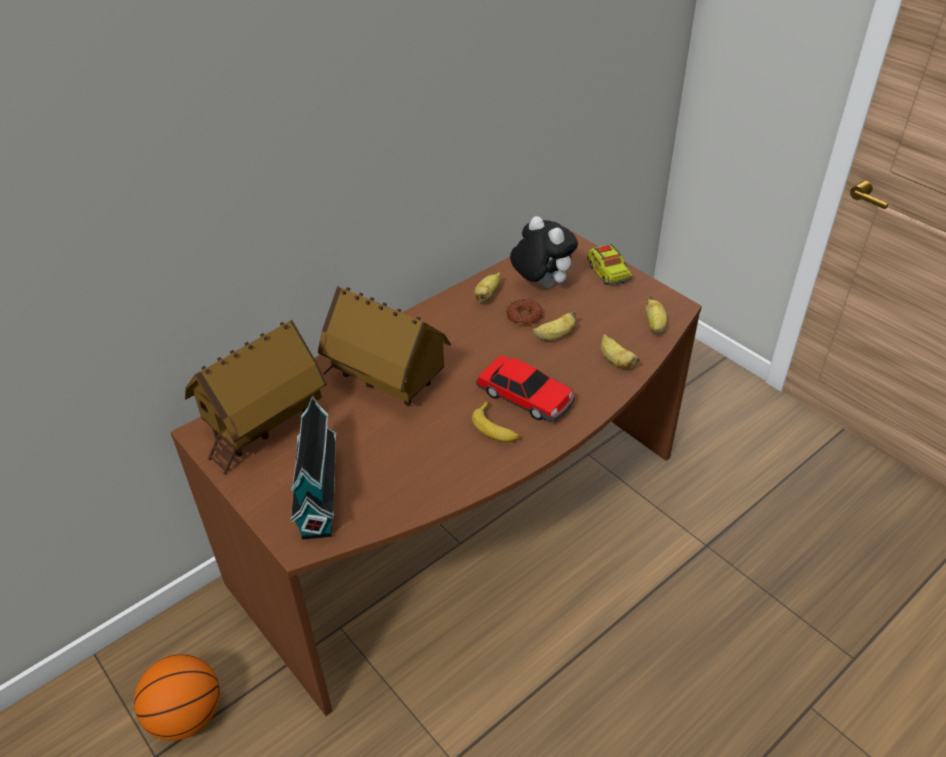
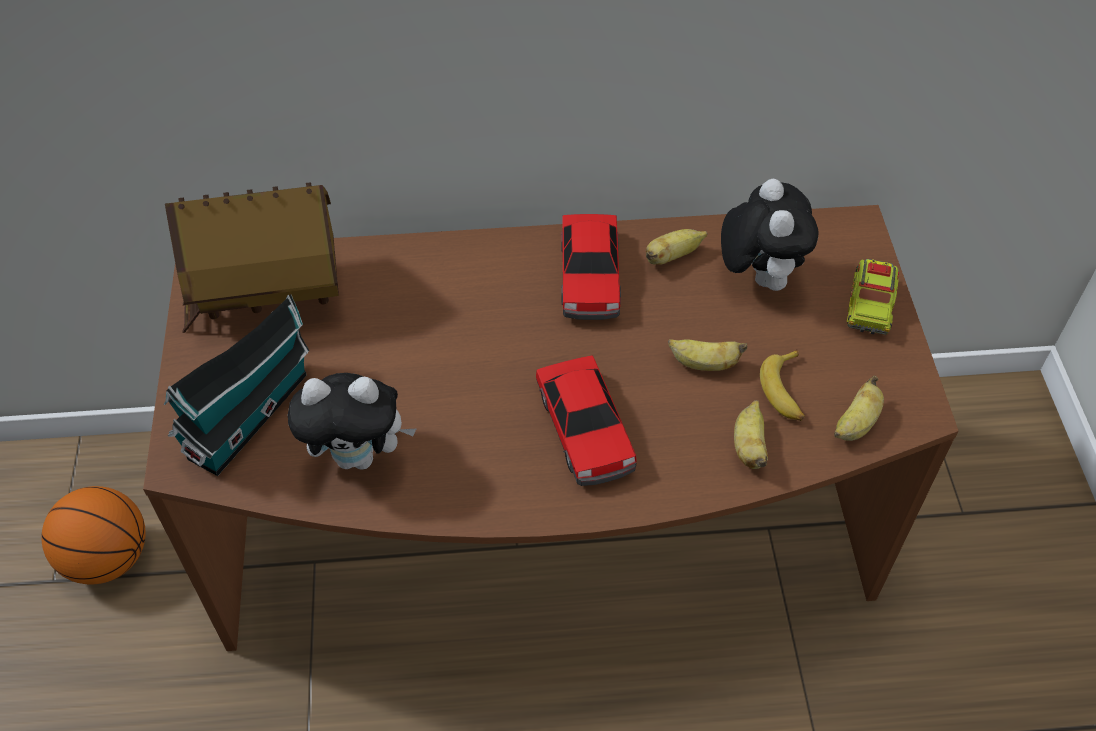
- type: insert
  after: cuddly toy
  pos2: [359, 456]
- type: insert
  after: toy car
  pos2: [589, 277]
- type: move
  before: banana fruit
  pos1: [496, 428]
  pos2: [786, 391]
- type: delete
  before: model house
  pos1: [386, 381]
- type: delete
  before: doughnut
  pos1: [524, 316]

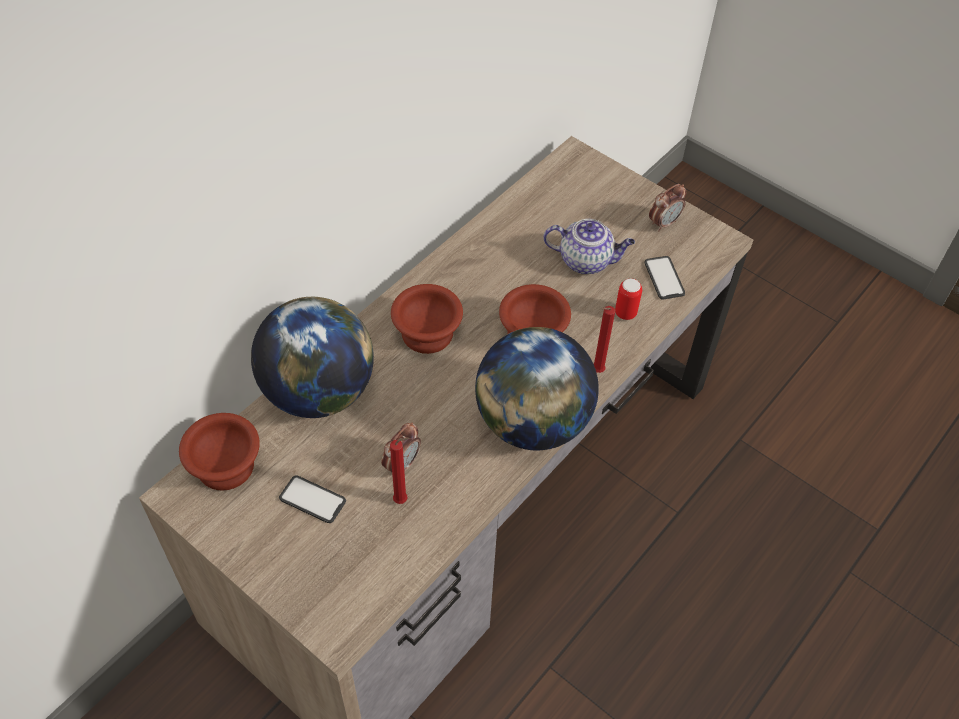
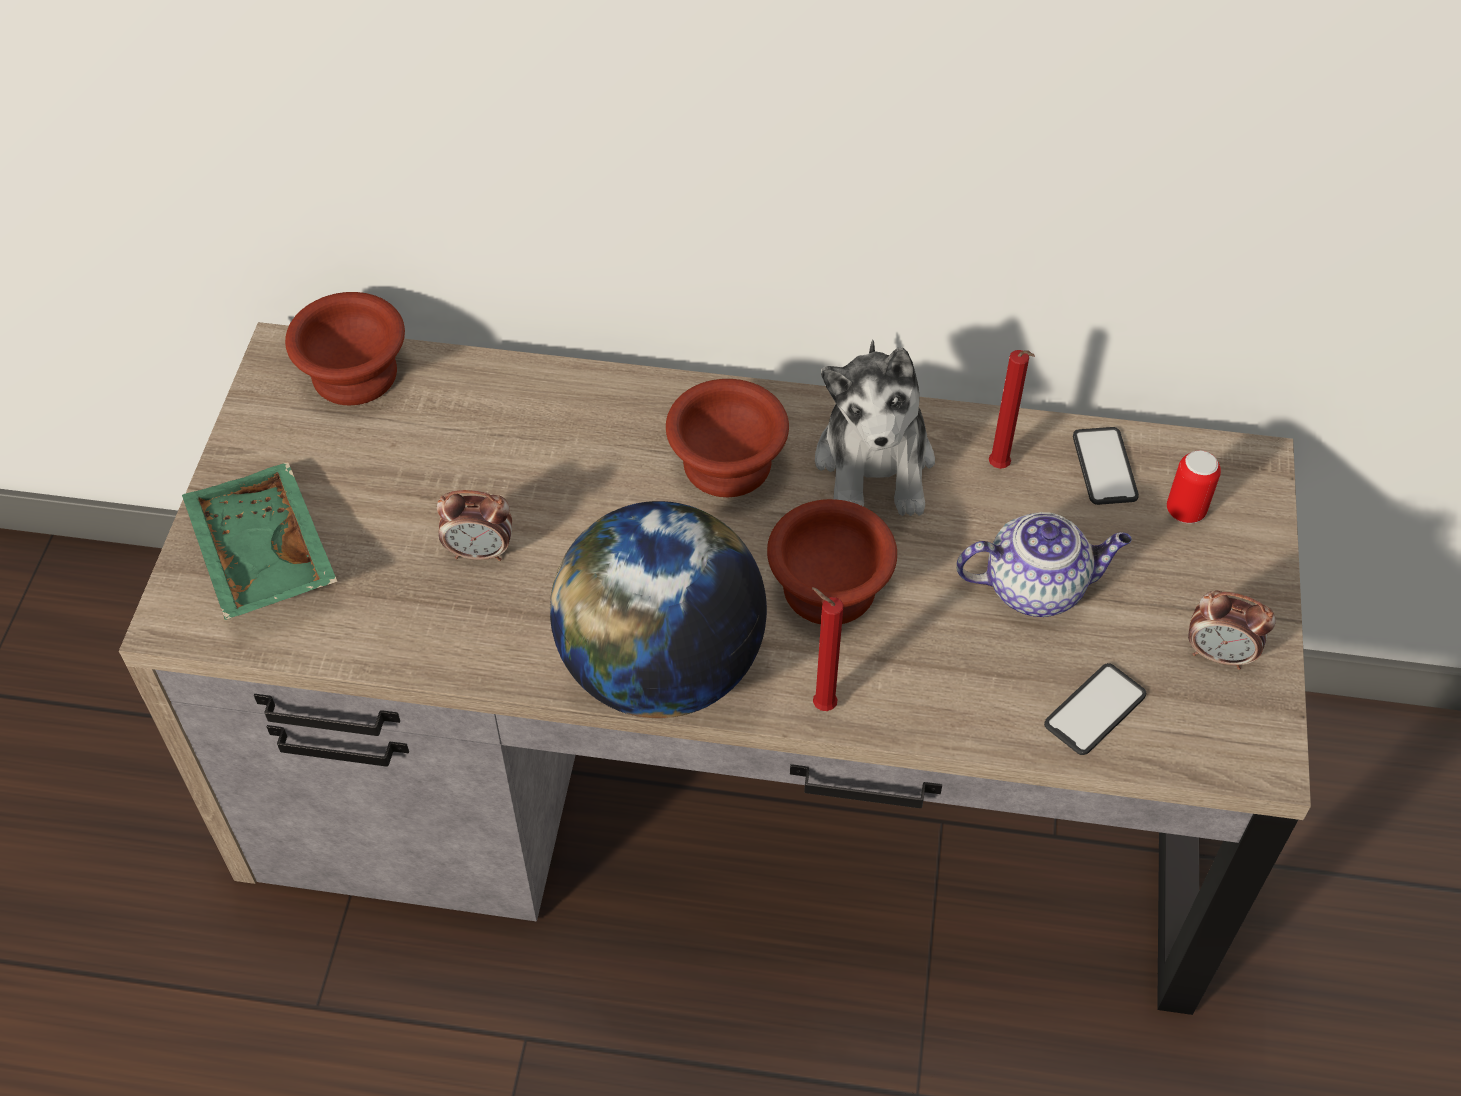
- type: insert
  after: green-coloured tray
  pos2: [259, 556]
- type: insert
  after: cuddly toy
  pos2: [875, 464]
- type: rotate
  before: tea pot
  pos1: [586, 260]
  pos2: [1037, 586]
  turn: -75
- type: move
  before: red wax candle
  pos1: [402, 500]
  pos2: [1000, 468]
- type: move
  before: phone
  pos1: [312, 500]
  pos2: [1104, 467]
- type: move
  before: metal can
  pos1: [625, 313]
  pos2: [1185, 511]
- type: delete
  before: globe
  pos1: [318, 392]

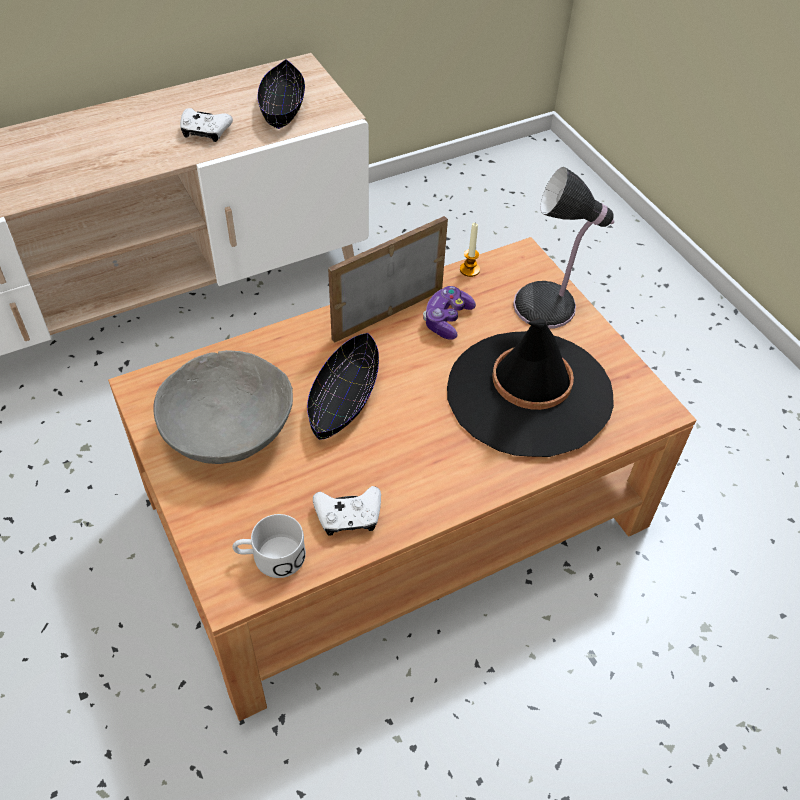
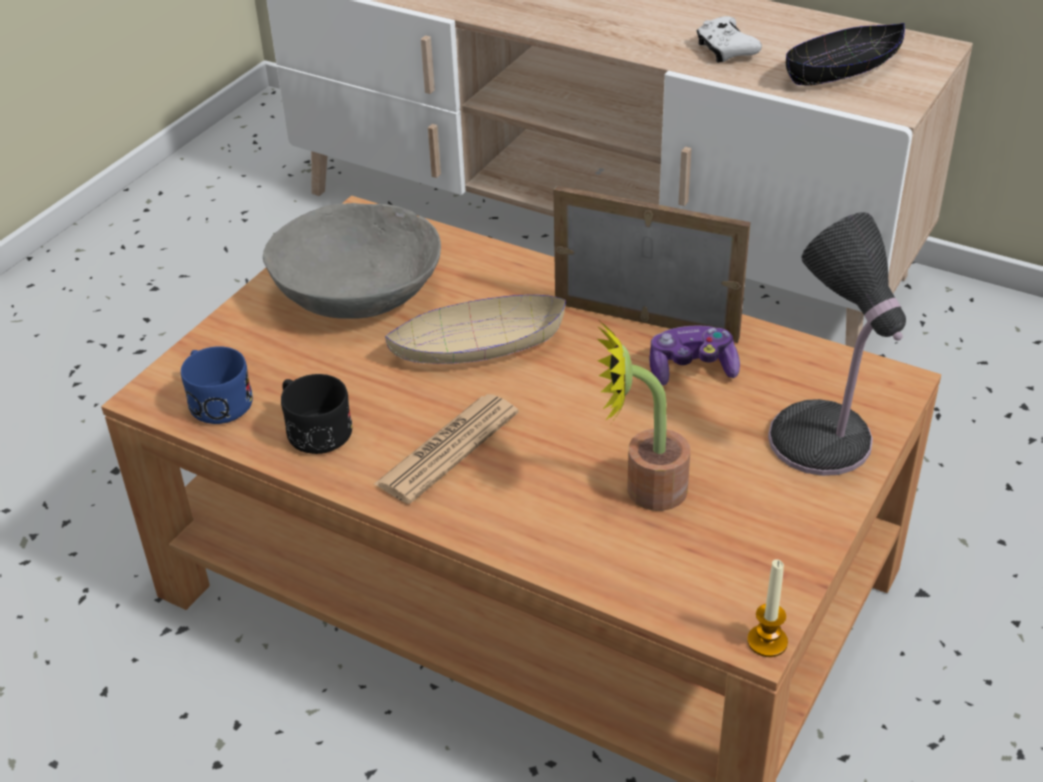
- type: recolor
  before: white-coloured tea mug
  after: bluish tea mug
  pos1: [270, 557]
  pos2: [216, 399]
- type: replace
  before: white-coloured joypad
  after: black tea mug
  pos1: [348, 517]
  pos2: [313, 428]
- type: insert
  after: daily paper
  pos2: [447, 449]
- type: recolor
  before: black bowl
  after: sand-coloured bowl
  pos1: [344, 398]
  pos2: [478, 348]
- type: replace
  before: black hat
  after: houseplant
  pos1: [528, 393]
  pos2: [643, 490]
- type: move
  before: wax candle
  pos1: [469, 270]
  pos2: [767, 641]

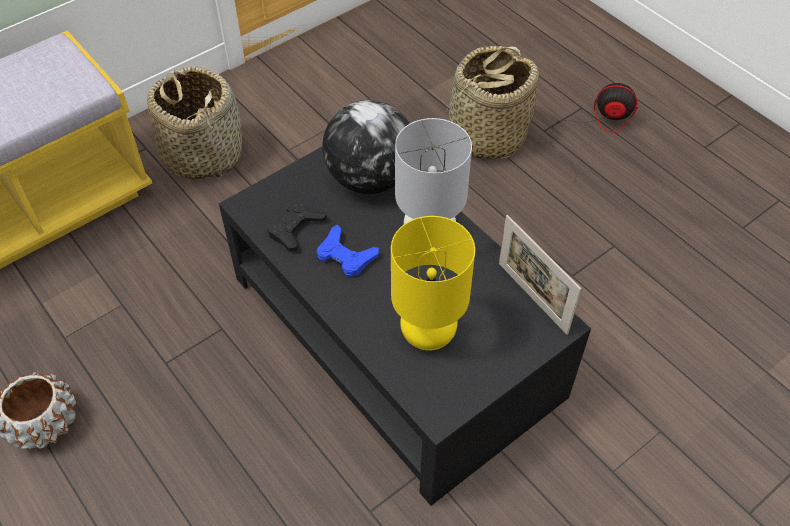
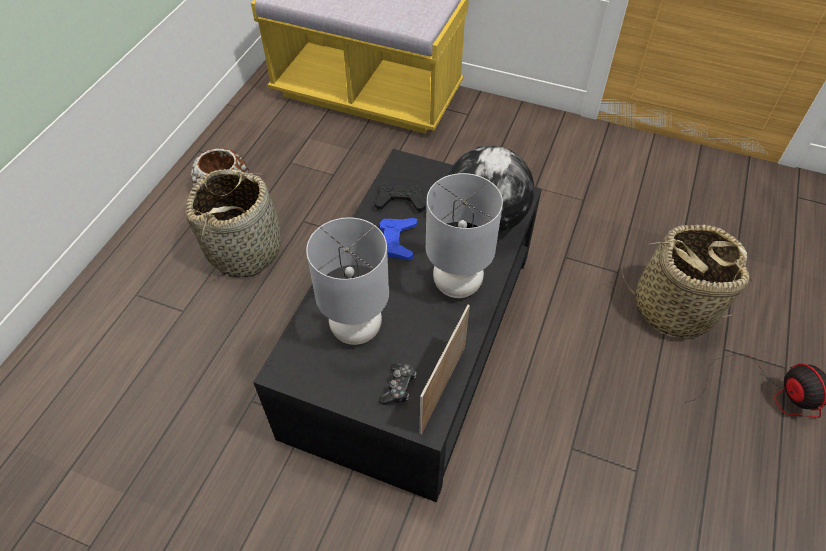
- type: move
  before: basket
  pos1: [203, 154]
  pos2: [245, 249]
- type: recolor
  before: yellow table lamp
  after: gray table lamp
  pos1: [428, 332]
  pos2: [357, 328]
- type: insert
  after: joypad
  pos2: [398, 387]

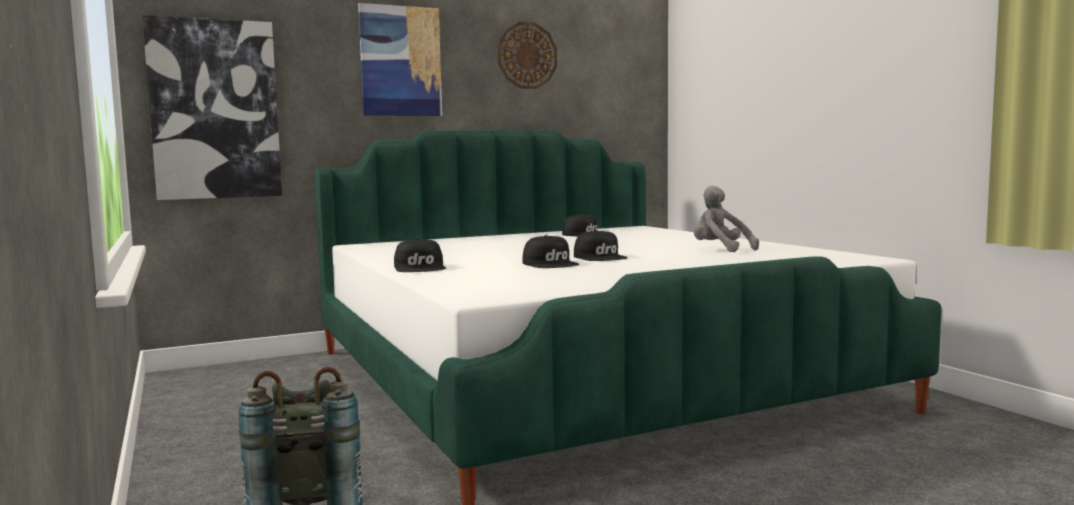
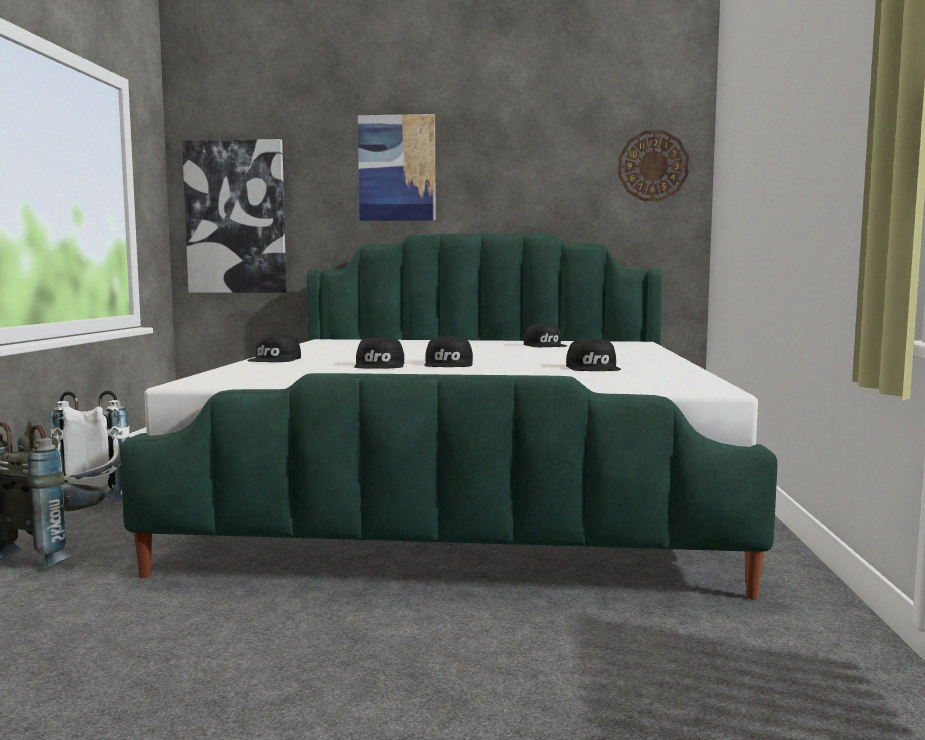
- type: insert
  after: white-coloured rucksack
  pos2: [85, 509]
- type: replace
  before: gray cuddly toy
  after: black cap
  pos1: [720, 250]
  pos2: [594, 368]
- type: move
  before: hanging clock
  pos1: [527, 55]
  pos2: [653, 166]

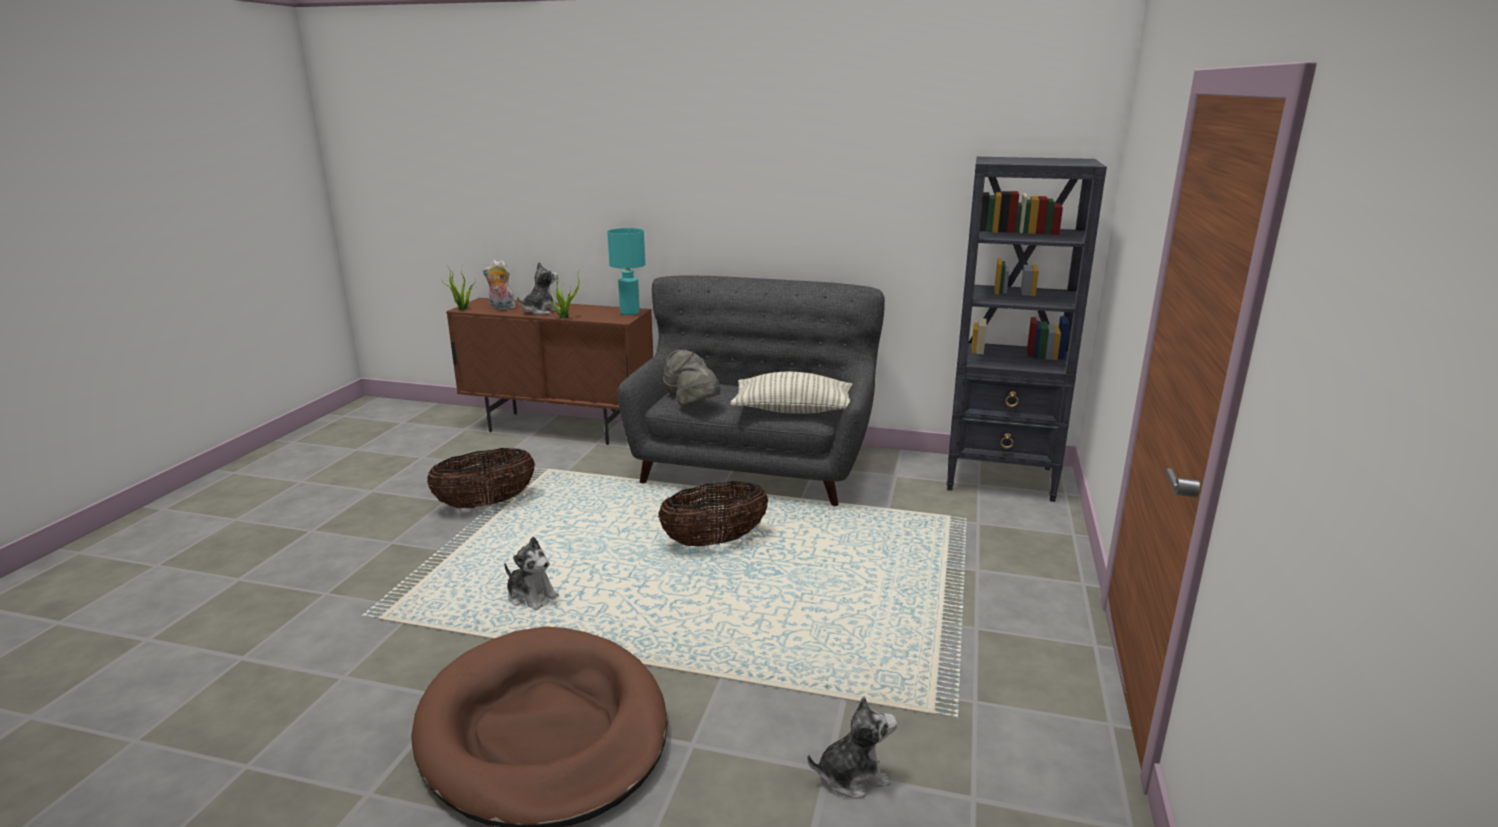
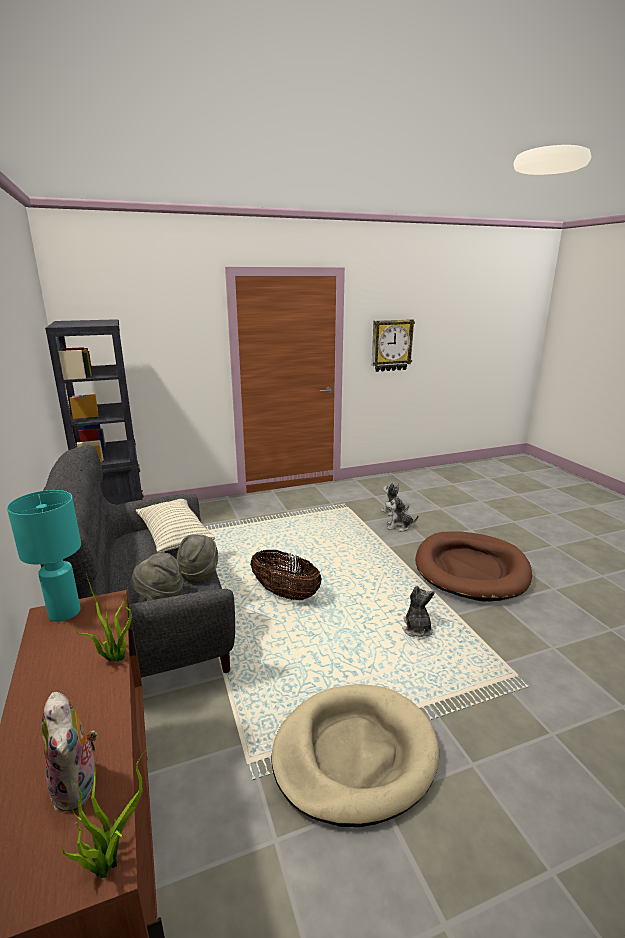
- type: replace
  before: basket
  after: sand-coloured pet bed
  pos1: [486, 503]
  pos2: [354, 754]
- type: insert
  after: hanging clock
  pos2: [391, 345]
- type: move
  before: cuddly toy
  pos1: [540, 311]
  pos2: [399, 526]

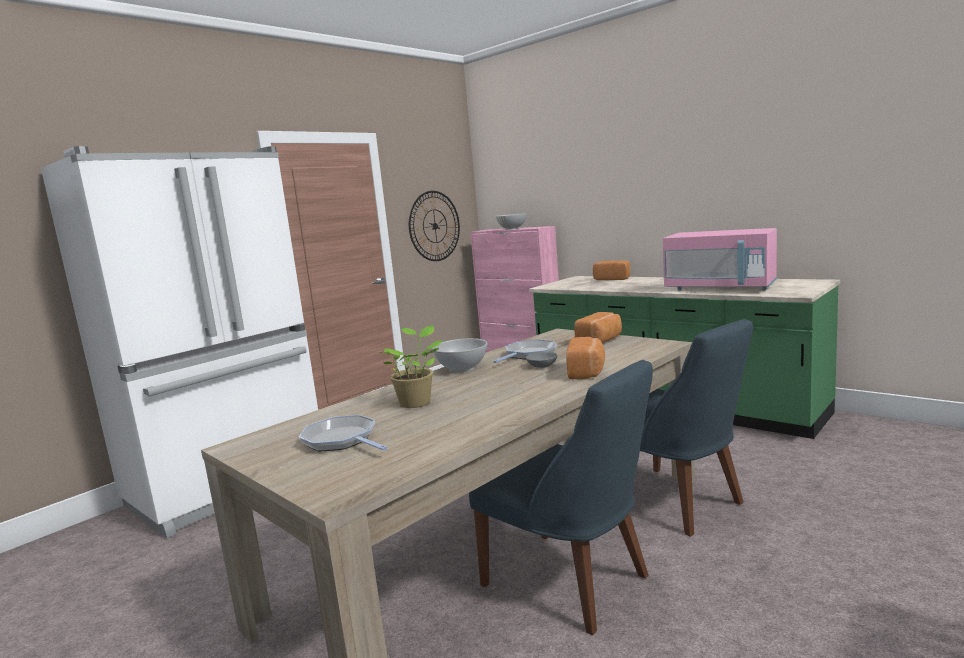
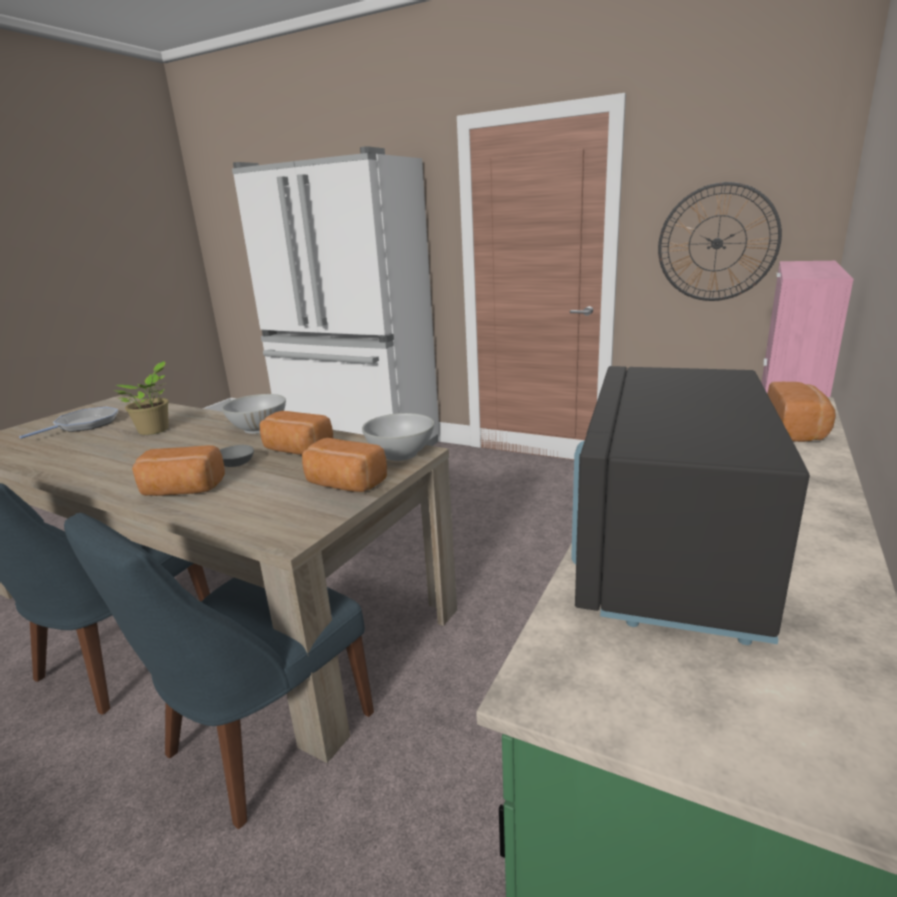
- type: replace
  before: frying pan
  after: bread
  pos1: [528, 354]
  pos2: [296, 450]
- type: move
  before: white-coloured bowl
  pos1: [512, 228]
  pos2: [401, 454]
- type: recolor
  before: pink-coloured kitchen microwave
  after: black kitchen microwave
  pos1: [720, 288]
  pos2: [666, 553]

